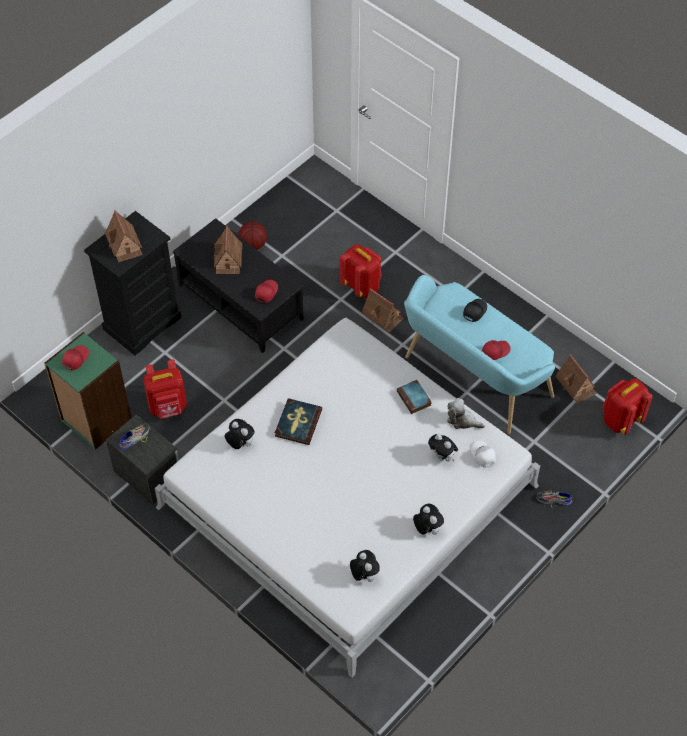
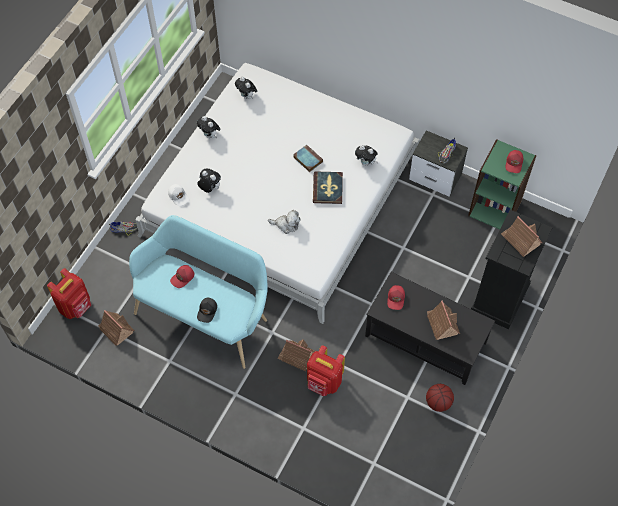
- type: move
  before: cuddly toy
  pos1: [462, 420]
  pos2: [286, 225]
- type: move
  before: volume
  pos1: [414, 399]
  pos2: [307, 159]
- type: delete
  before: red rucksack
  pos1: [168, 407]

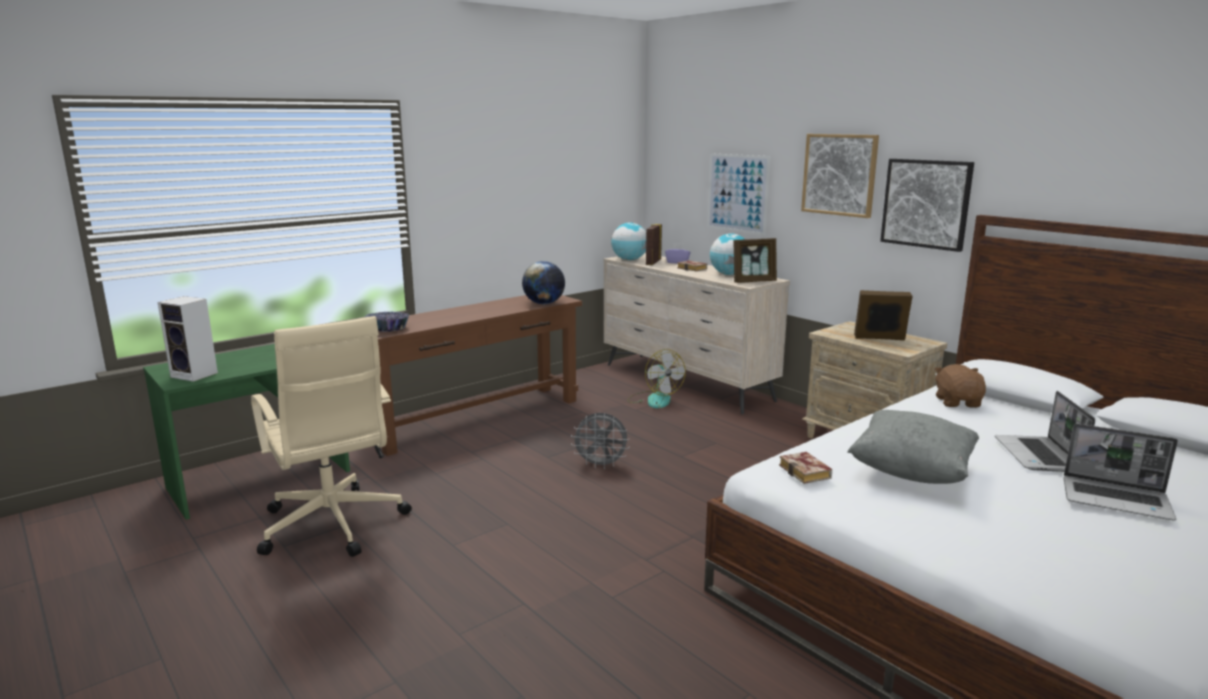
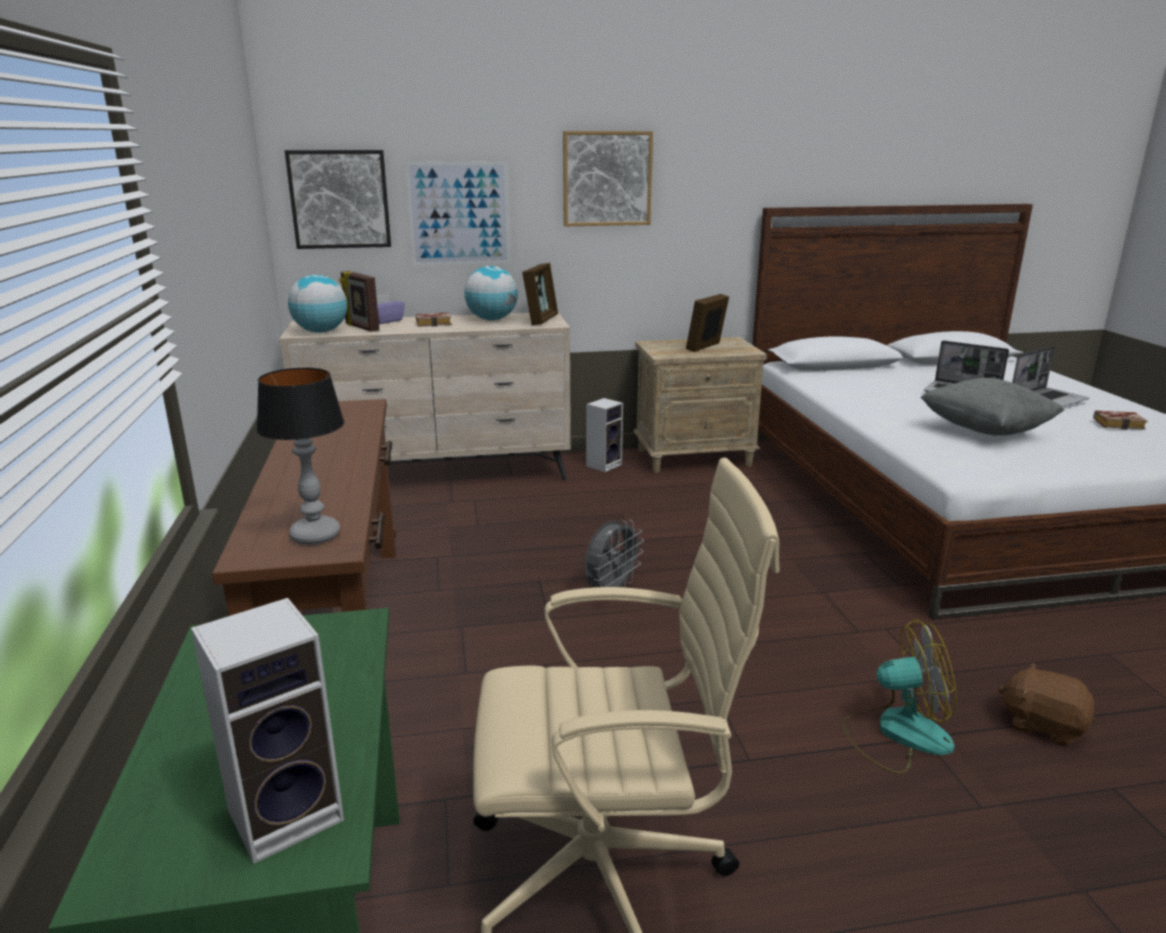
- type: replace
  before: bowl
  after: table lamp
  pos1: [388, 329]
  pos2: [316, 535]
- type: move
  before: wall art
  pos1: [926, 203]
  pos2: [340, 199]
- type: insert
  after: loudspeaker
  pos2: [604, 464]
- type: move
  before: cooling fan
  pos1: [654, 399]
  pos2: [896, 733]
- type: move
  before: brown cuddly toy
  pos1: [958, 402]
  pos2: [1042, 725]
- type: move
  before: volume
  pos1: [807, 473]
  pos2: [1119, 424]
- type: delete
  before: globe
  pos1: [544, 303]

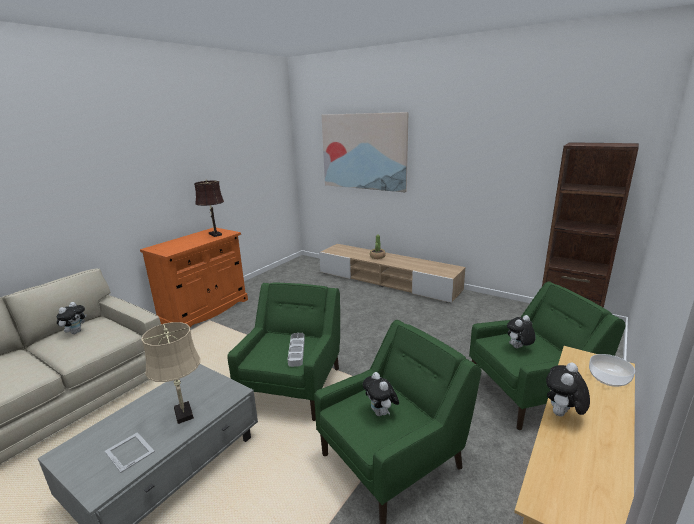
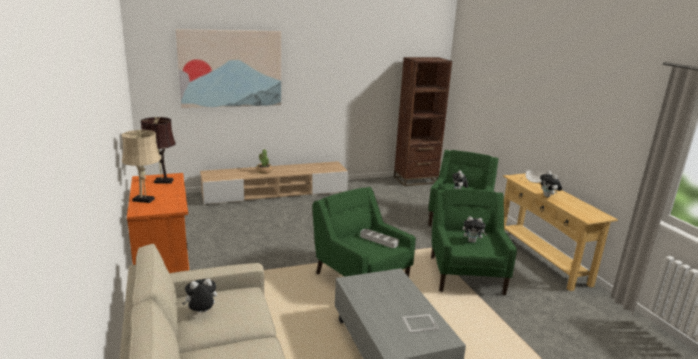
- type: move
  before: sand-coloured table lamp
  pos1: [184, 415]
  pos2: [145, 200]
- type: rotate
  before: cuddly toy
  pos1: [75, 332]
  pos2: [201, 313]
  turn: -75

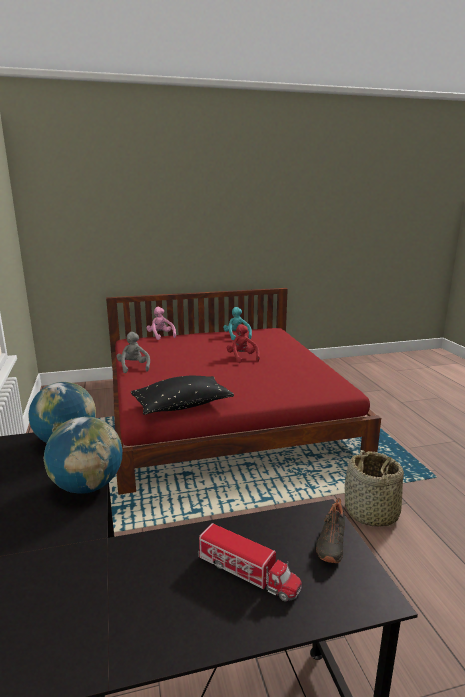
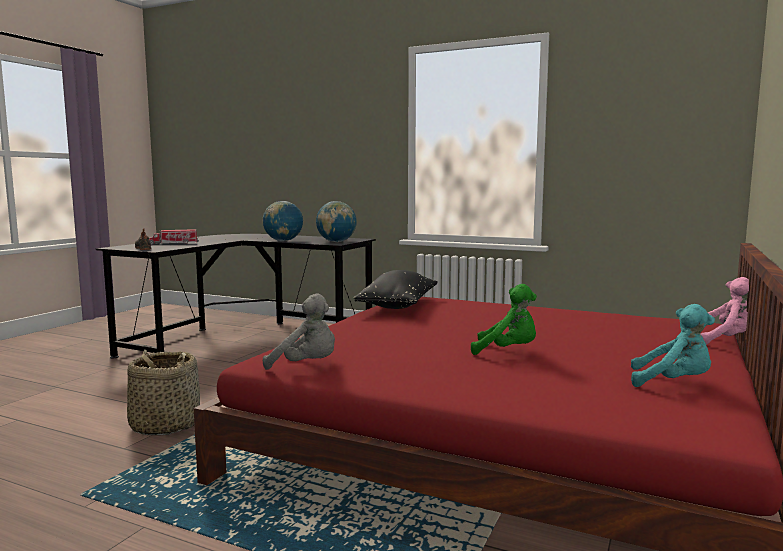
- type: move
  before: gray cuddly toy
  pos1: [134, 367]
  pos2: [307, 366]
- type: recolor
  before: red cuddly toy
  after: green-coloured cuddly toy
  pos1: [242, 358]
  pos2: [507, 351]

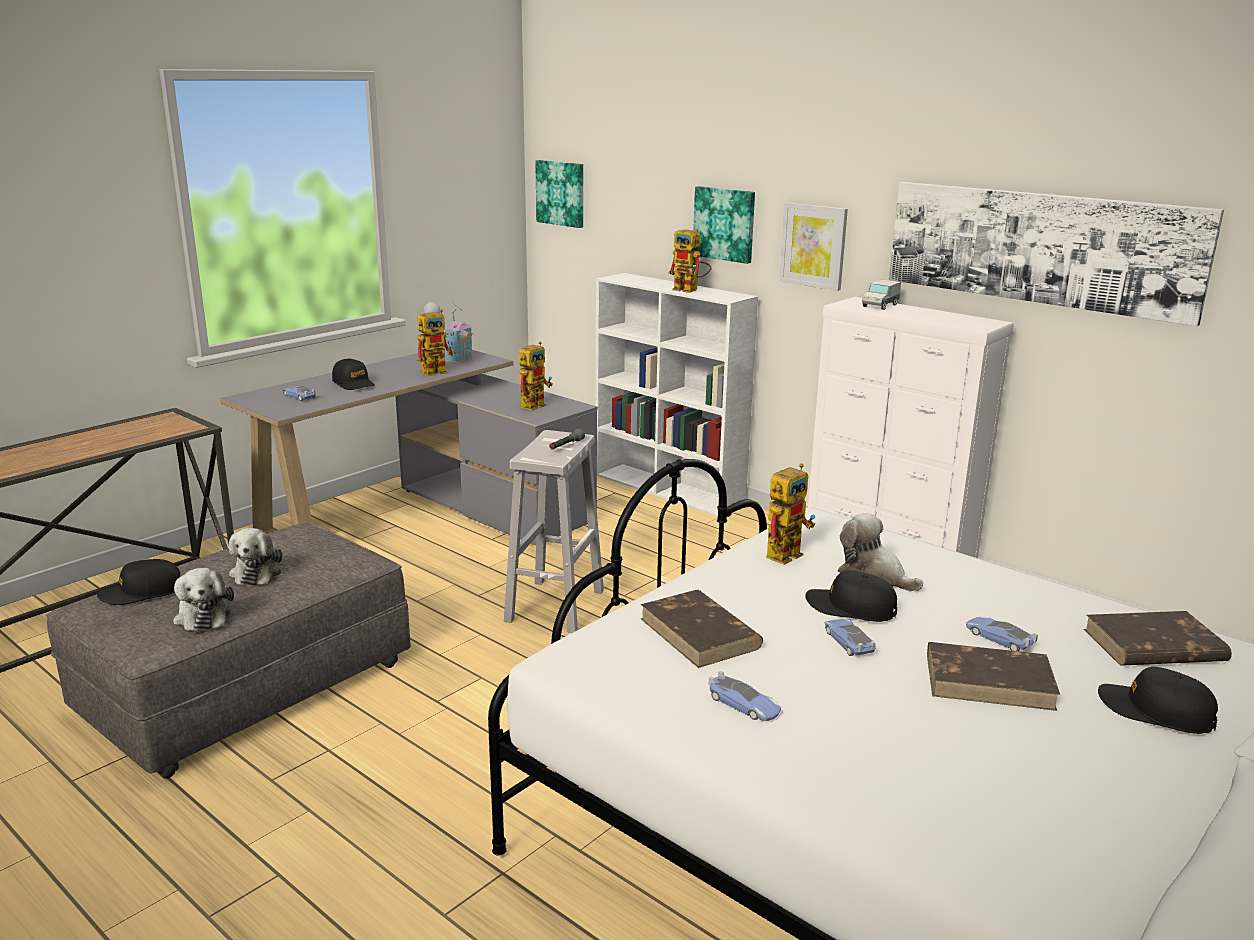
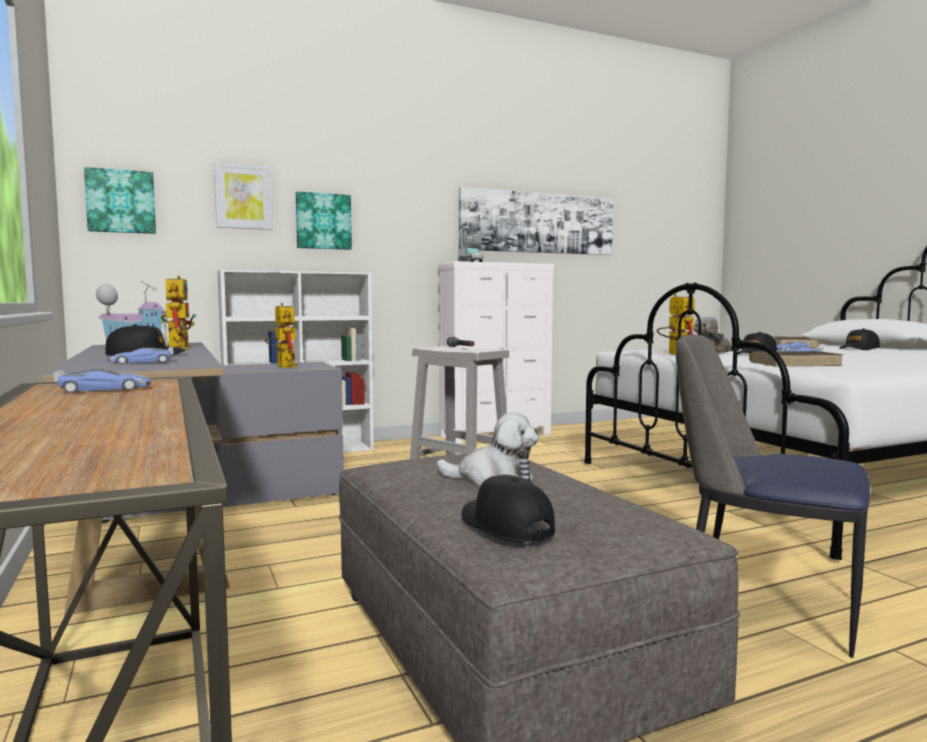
- type: move
  before: toy car
  pos1: [744, 705]
  pos2: [105, 389]
- type: move
  before: wall art
  pos1: [813, 245]
  pos2: [243, 197]
- type: rotate
  before: black cap
  pos1: [142, 592]
  pos2: [505, 525]
  turn: 150
- type: insert
  after: chair
  pos2: [763, 606]
- type: delete
  before: cuddly toy
  pos1: [203, 615]
- type: delete
  before: toy robot
  pos1: [690, 290]
- type: delete
  before: brown volume
  pos1: [990, 681]

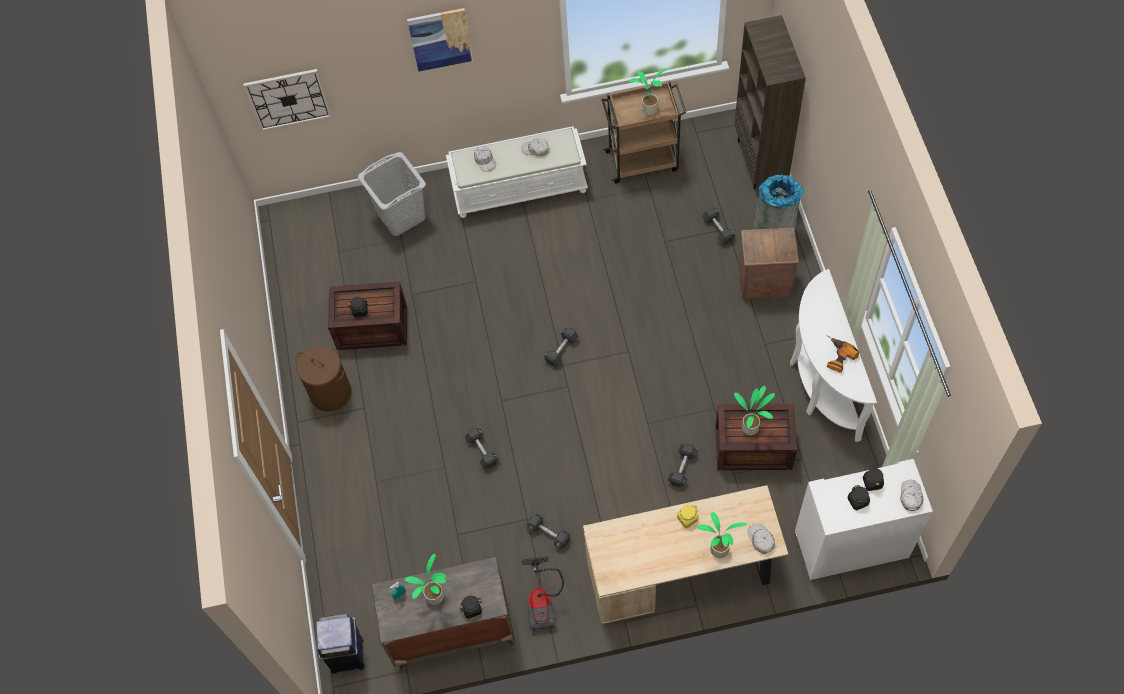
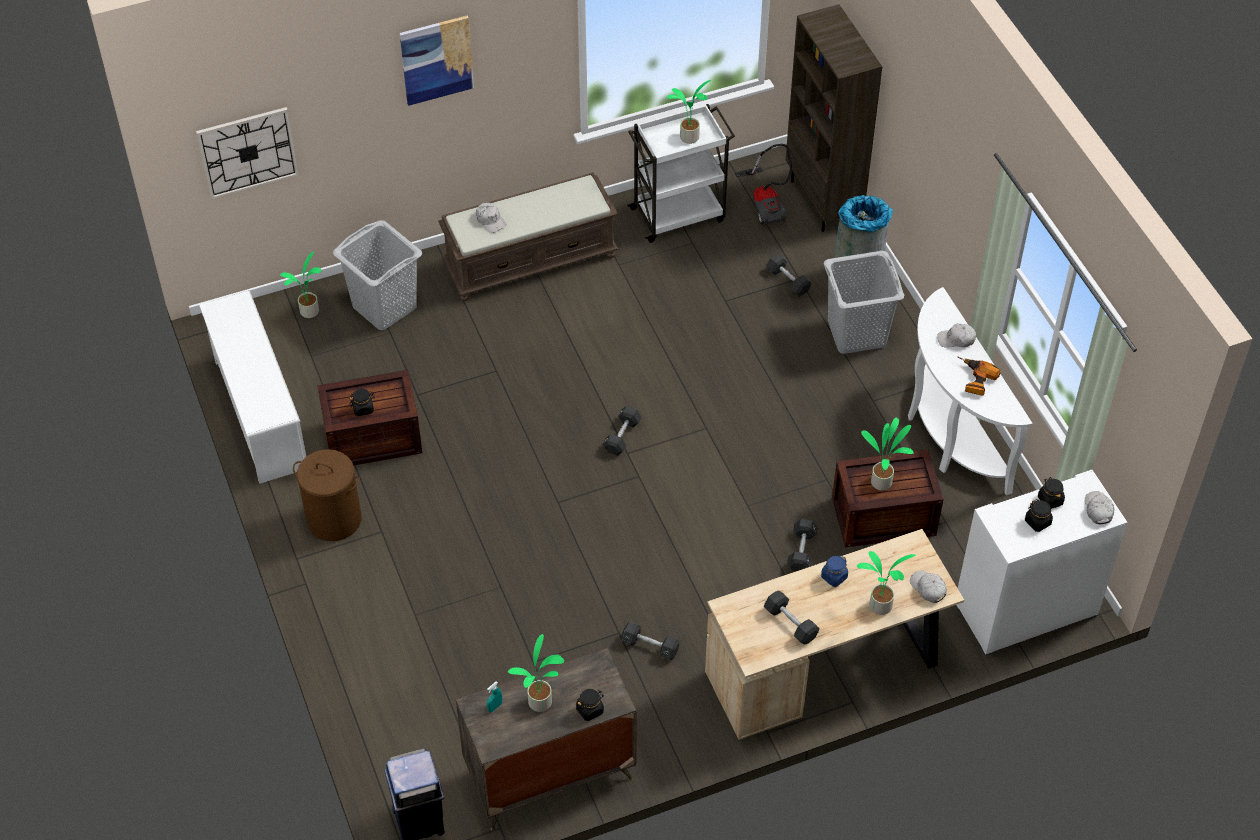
- type: insert
  after: white-coloured shoe stand
  pos2: [259, 414]
- type: insert
  after: houseplant
  pos2: [309, 312]
- type: recolor
  before: white-coloured long seat
  after: brown long seat
  pos1: [520, 188]
  pos2: [531, 260]
- type: recolor
  before: brown wheeled cart
  after: white-coloured wheeled cart
  pos1: [643, 160]
  pos2: [679, 214]
- type: move
  before: hoover
  pos1: [542, 600]
  pos2: [766, 203]
- type: move
  before: black hand weight
  pos1: [482, 451]
  pos2: [790, 623]
- type: recolor
  before: yellow preserve jar
  after: bluish preserve jar
  pos1: [687, 518]
  pos2: [834, 577]
- type: replace
  before: crate
  after: gray hamper
  pos1: [764, 283]
  pos2: [857, 333]
- type: move
  before: white-coloured cap
  pos1: [535, 149]
  pos2: [956, 339]

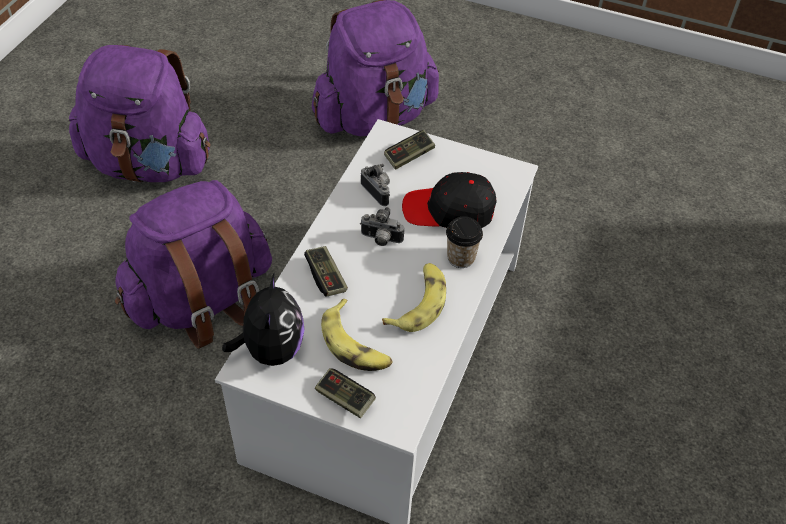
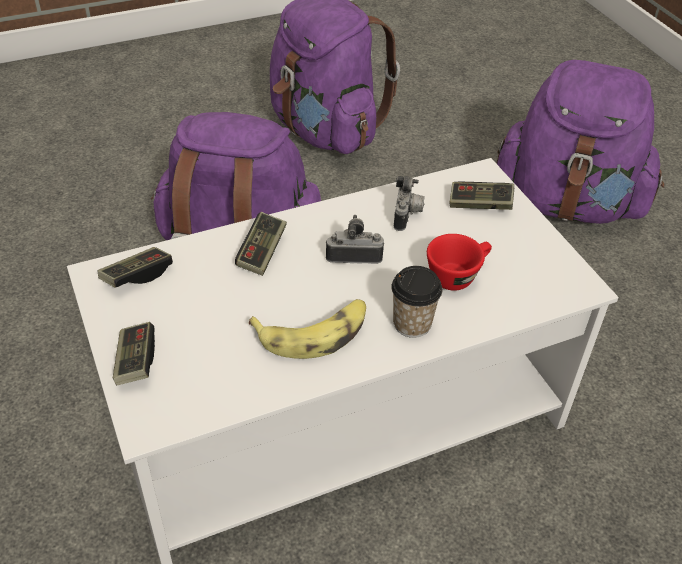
- type: replace
  before: cuddly toy
  after: joypad
  pos1: [271, 349]
  pos2: [137, 276]
- type: rotate
  before: still camera
  pos1: [380, 240]
  pos2: [354, 256]
  turn: 120
- type: replace
  before: black cap
  after: red drinking cup
  pos1: [449, 210]
  pos2: [457, 275]
- type: delete
  before: banana fruit
  pos1: [356, 345]

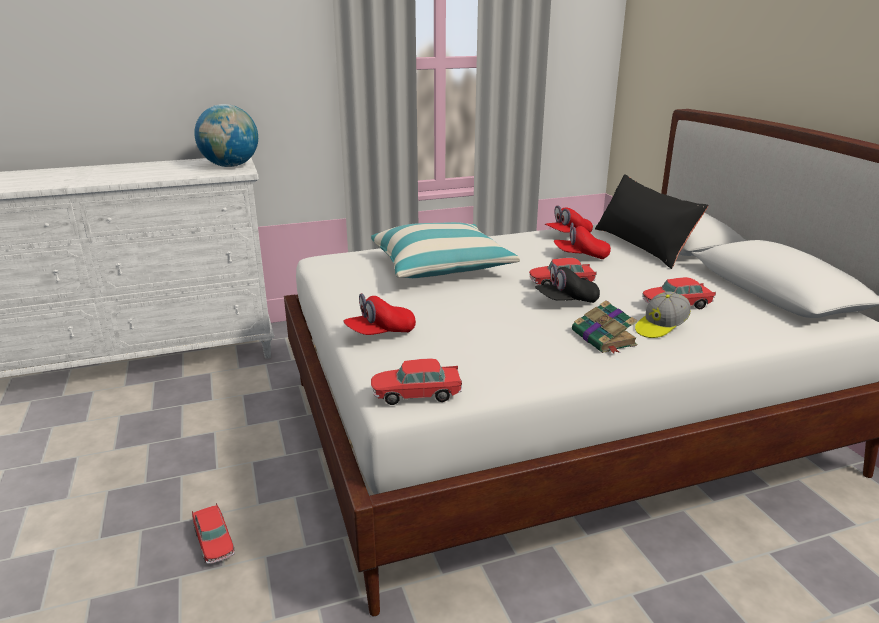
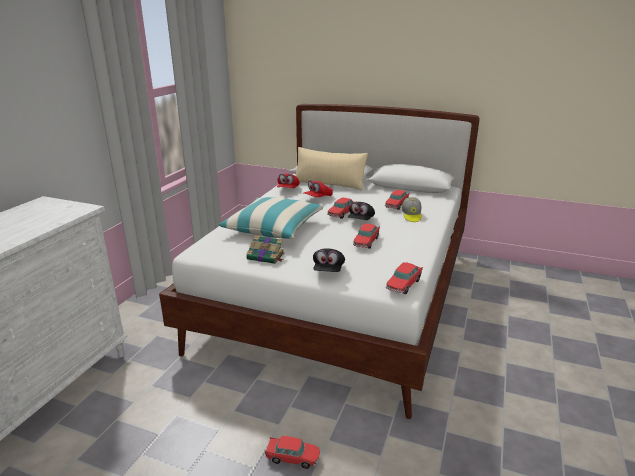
- type: move
  before: volume
  pos1: [604, 339]
  pos2: [266, 256]
- type: recolor
  before: black pillow
  after: sand-coloured pillow
  pos1: [642, 245]
  pos2: [329, 184]
- type: recolor
  before: red cap
  after: black cap
  pos1: [380, 333]
  pos2: [328, 270]
- type: insert
  after: toy car
  pos2: [366, 242]
- type: delete
  before: globe
  pos1: [230, 166]

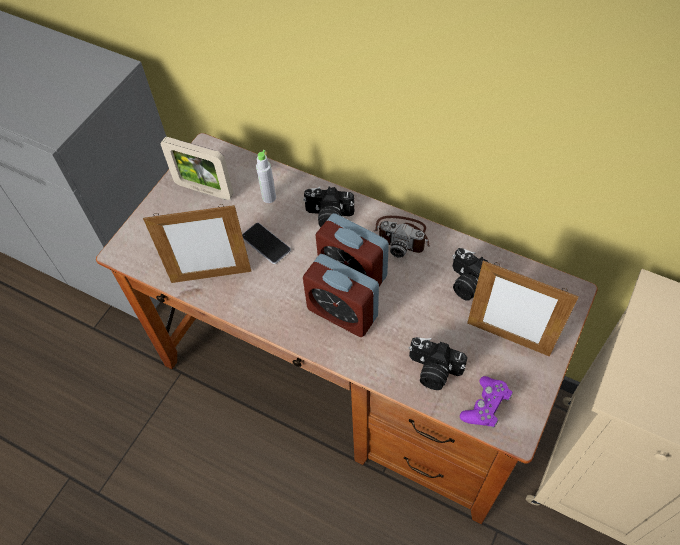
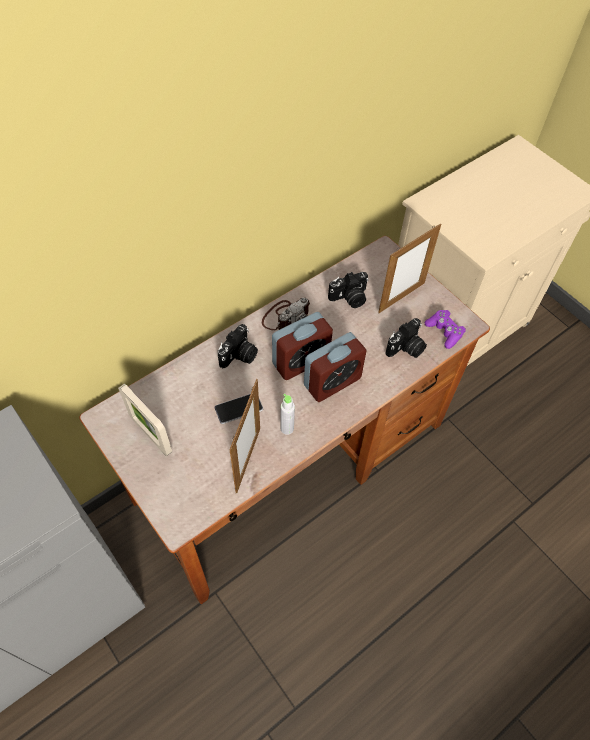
- type: rotate
  before: picture frame
  pos1: [204, 190]
  pos2: [151, 435]
  turn: 90
- type: move
  before: gray drink bottle
  pos1: [269, 197]
  pos2: [287, 428]

